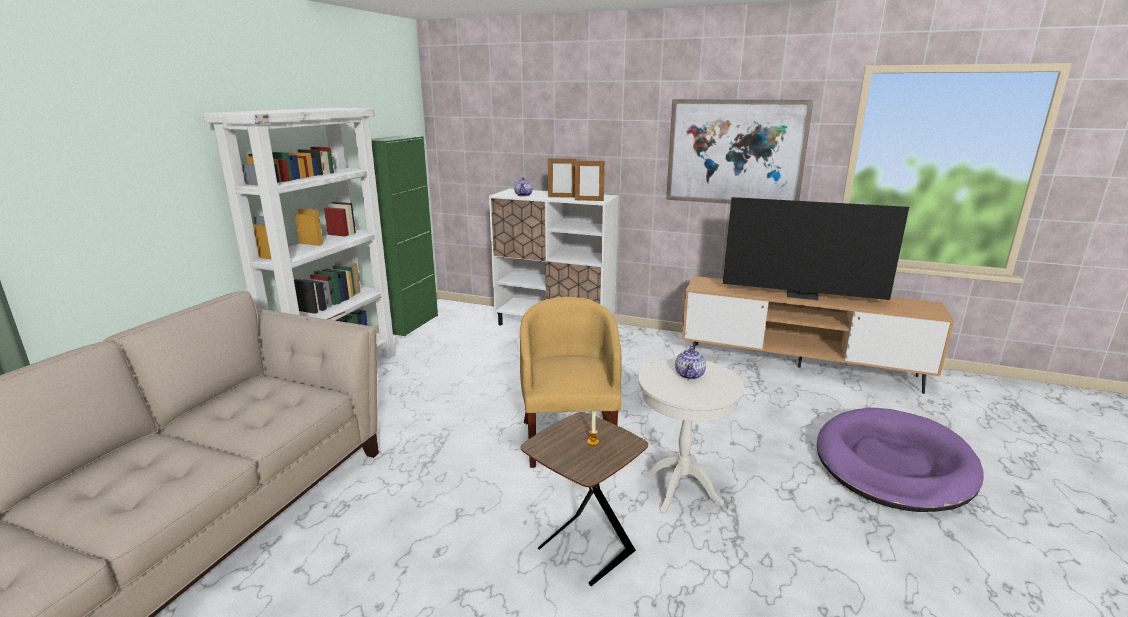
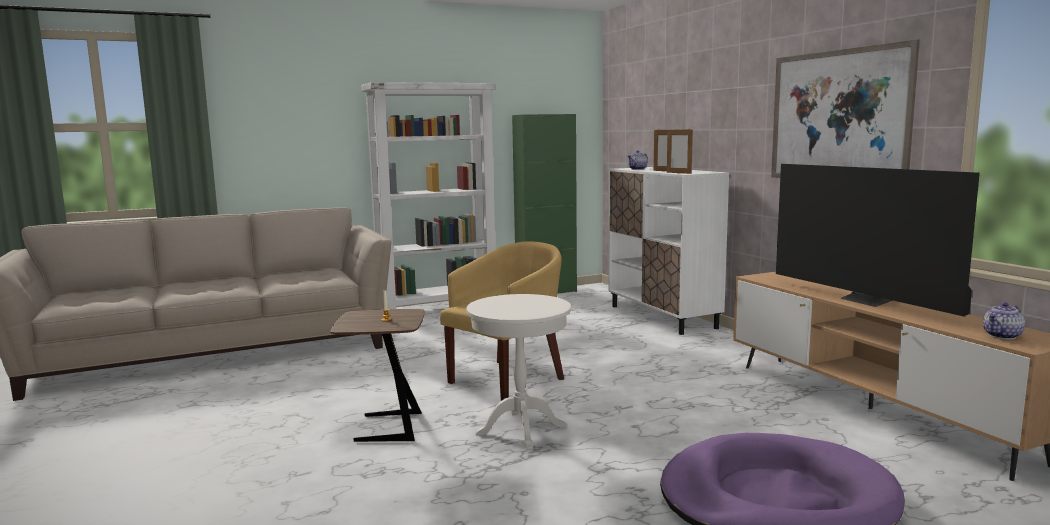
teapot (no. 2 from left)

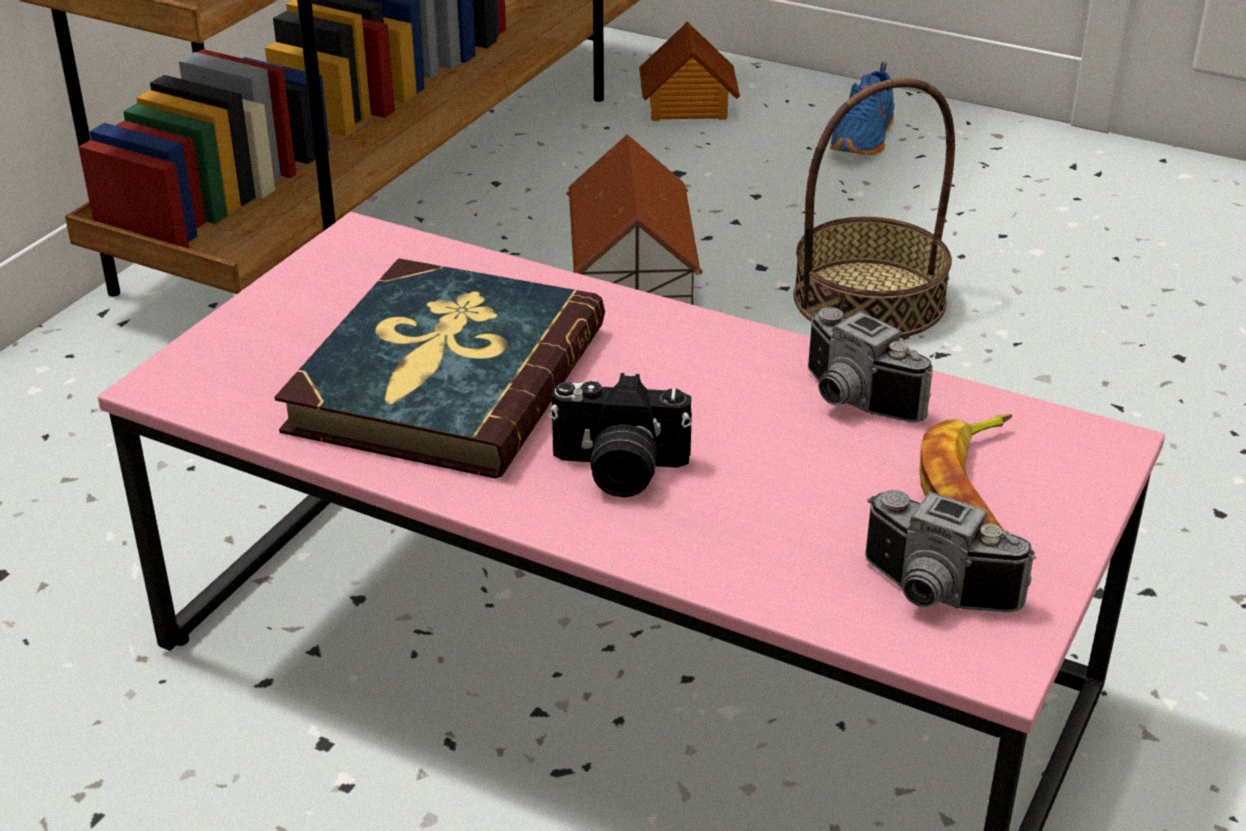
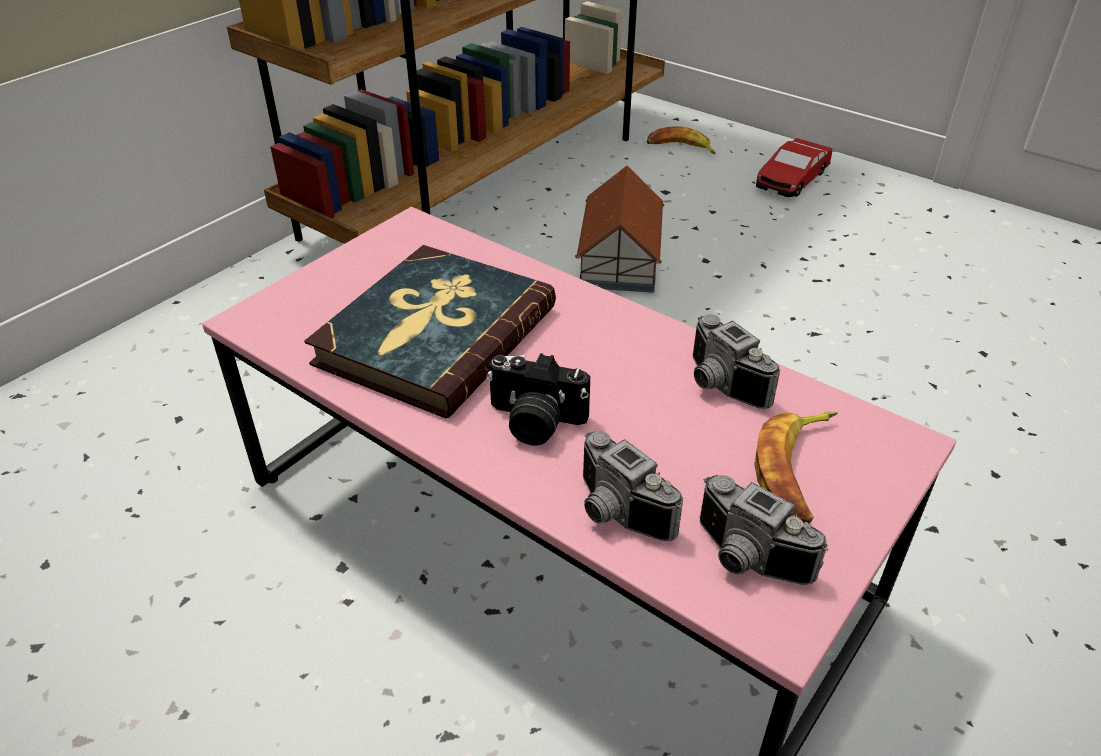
photo camera (no. 2 from left); whole banana (no. 1 from left); miniature car; basket

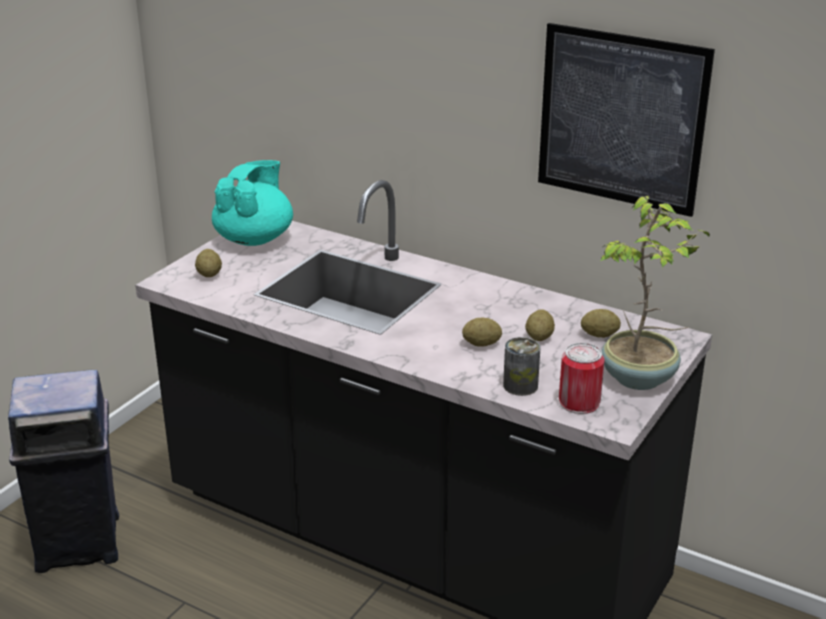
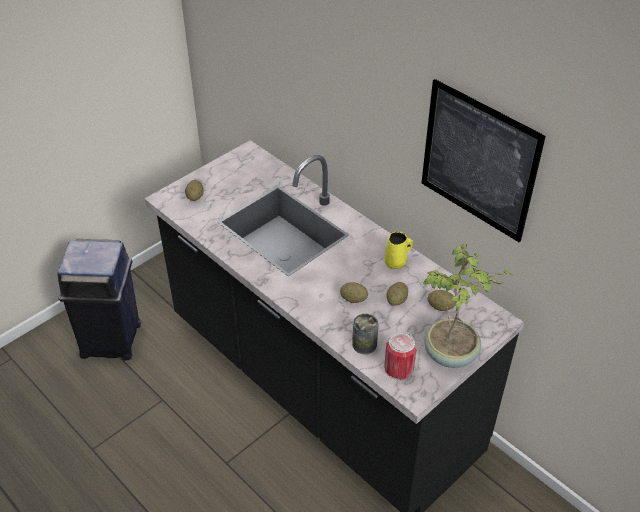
mug in yellow-coloured; teapot in blue-green

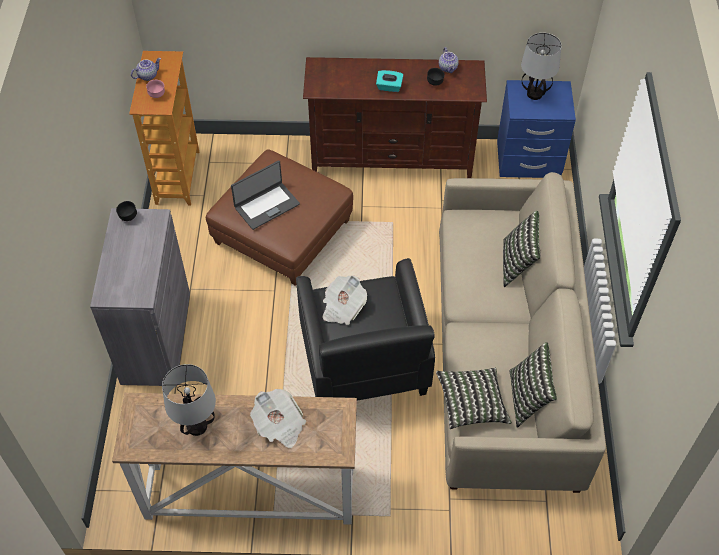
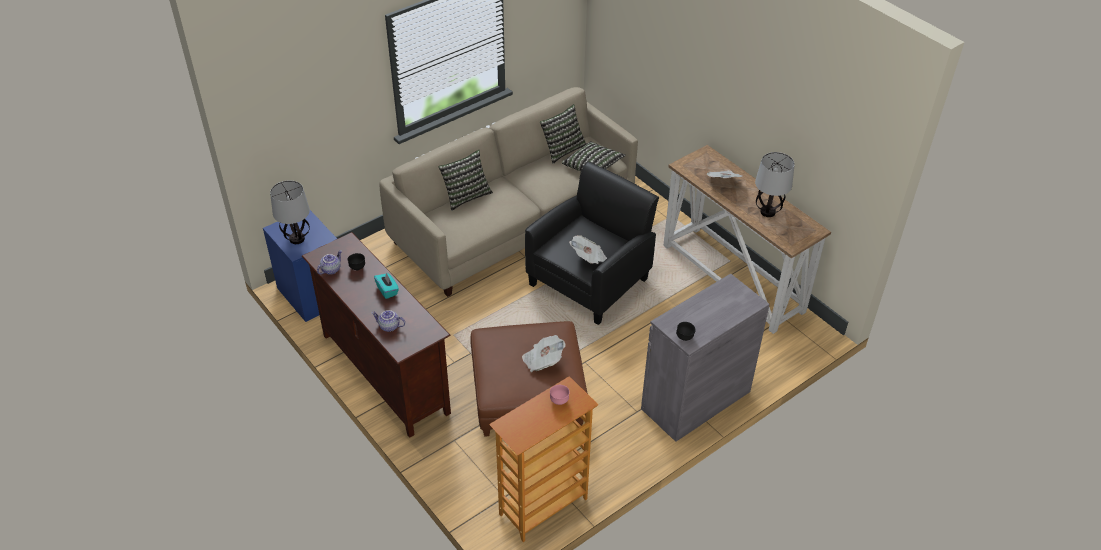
teapot (no. 2 from left); printed paper (no. 1 from left)

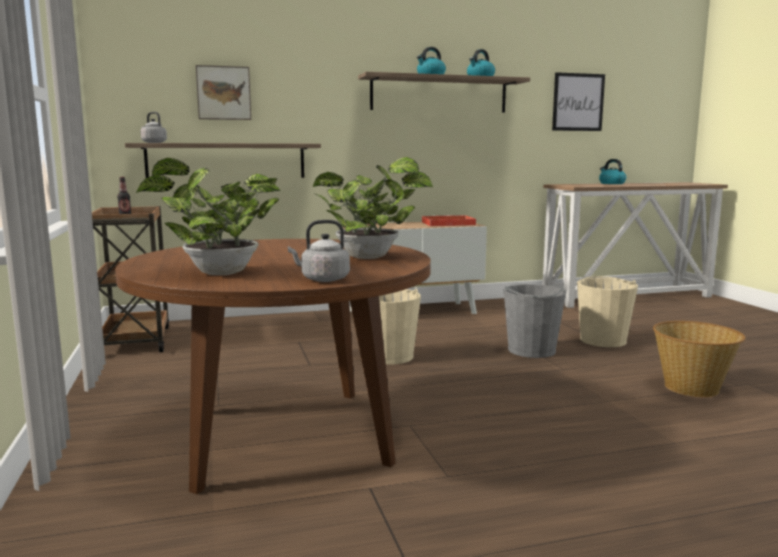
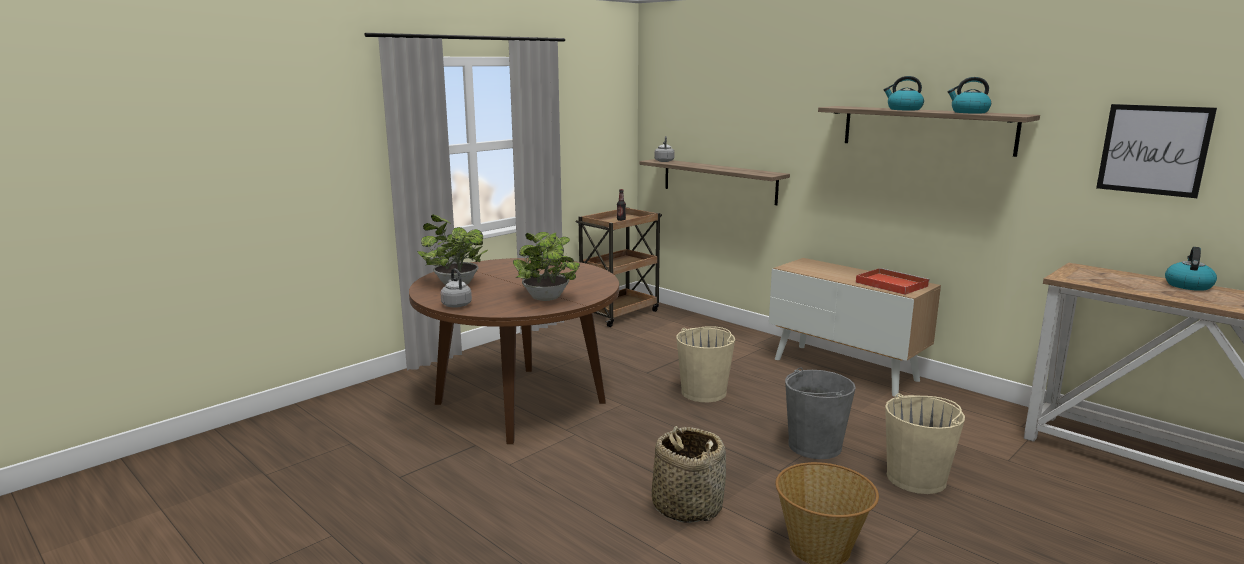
basket (no. 1 from left); wall picture (no. 1 from left in the first image)

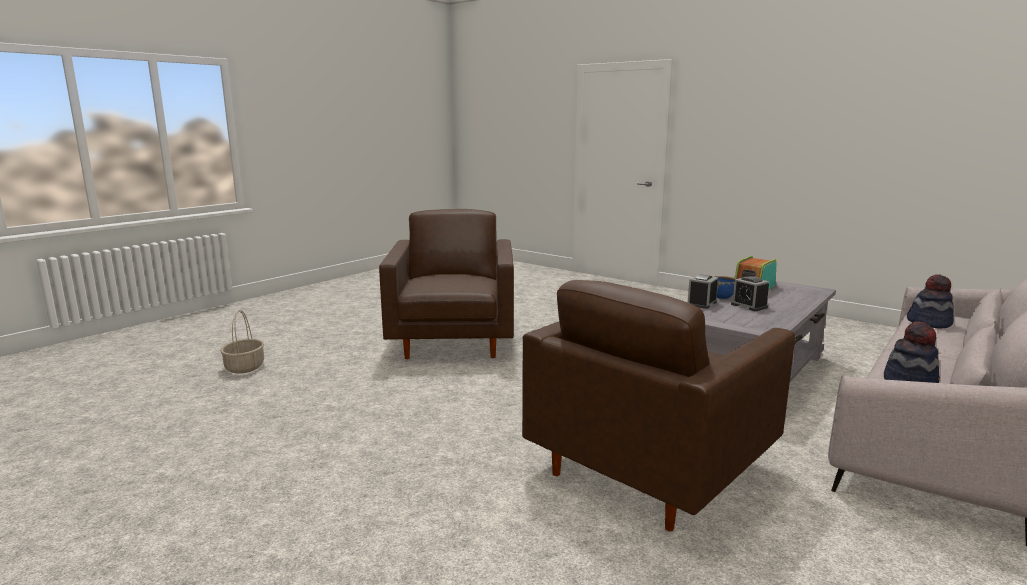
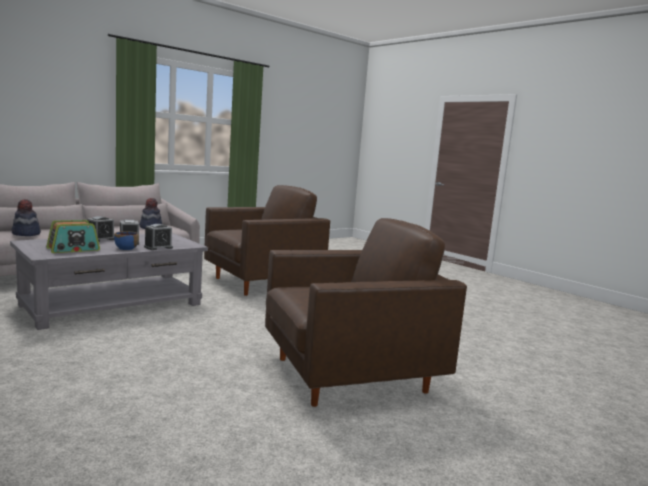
bedside clock (no. 1 from left); easy chair in brown (no. 2 from left); basket

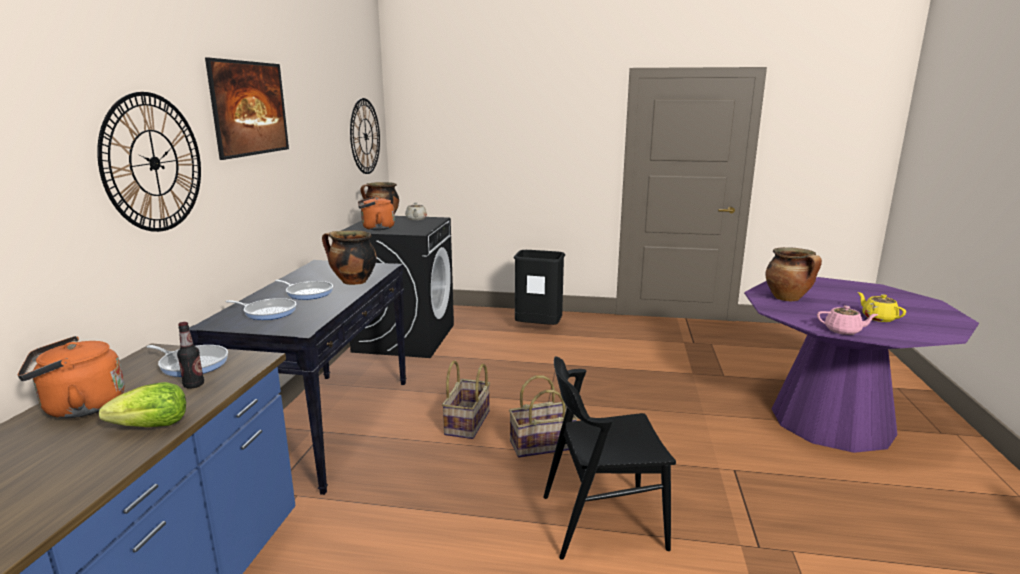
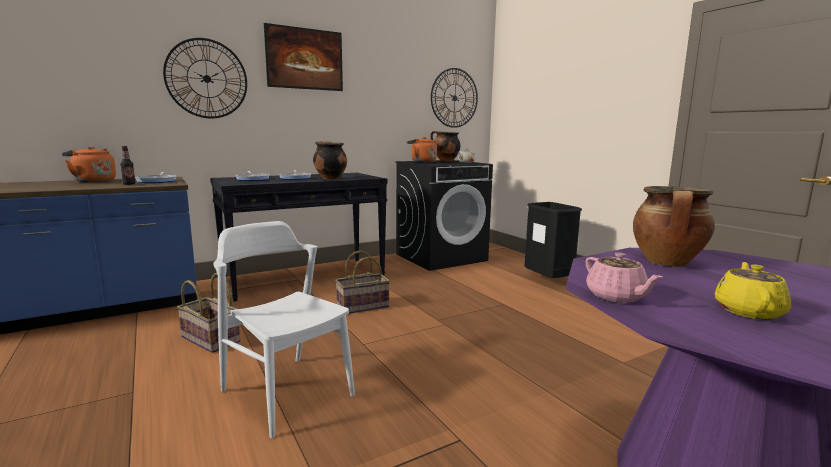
basket (no. 1 from left); plain chair in white; head of lettuce

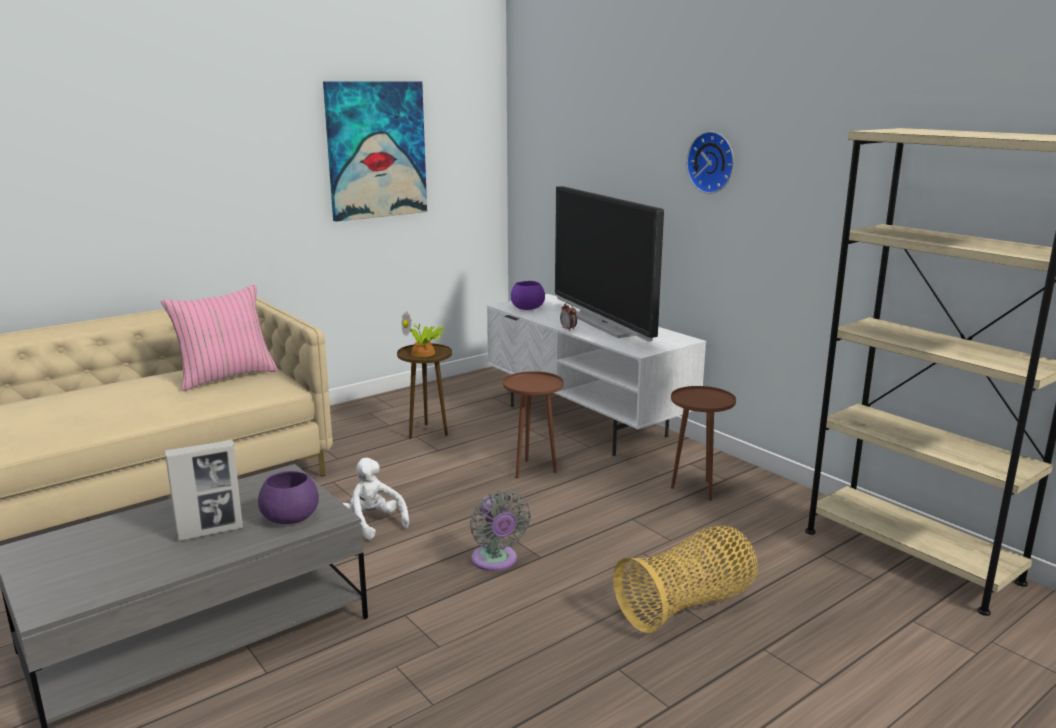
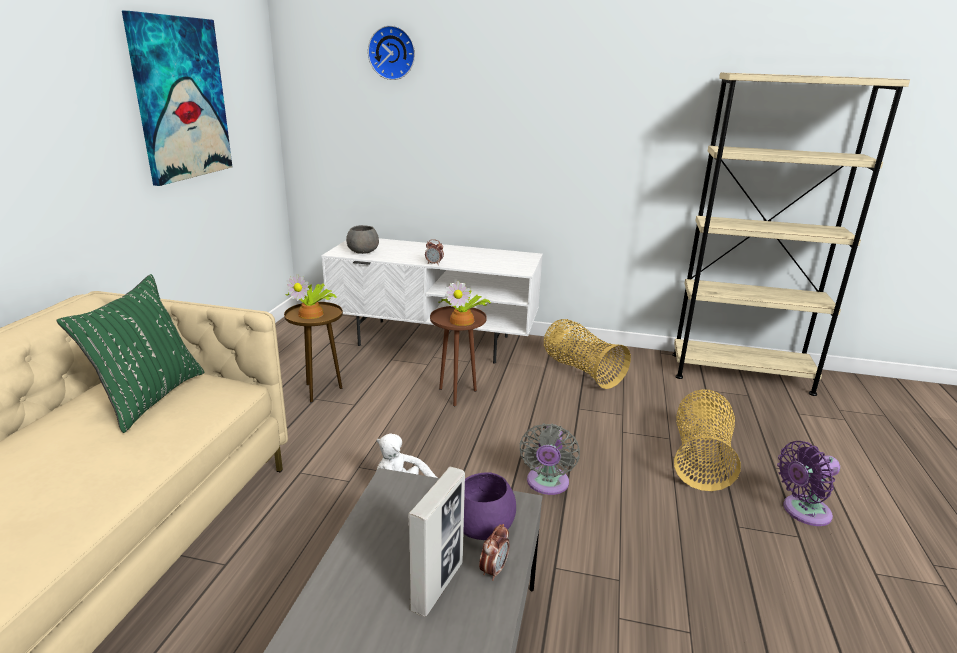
throw pillow in green; bowl in greyish; clock on the wall; houseplant (no. 2 from left); bedside clock (no. 2 from left); electric fan in greyish; basket (no. 1 from left); electric fan in purplish; TV set

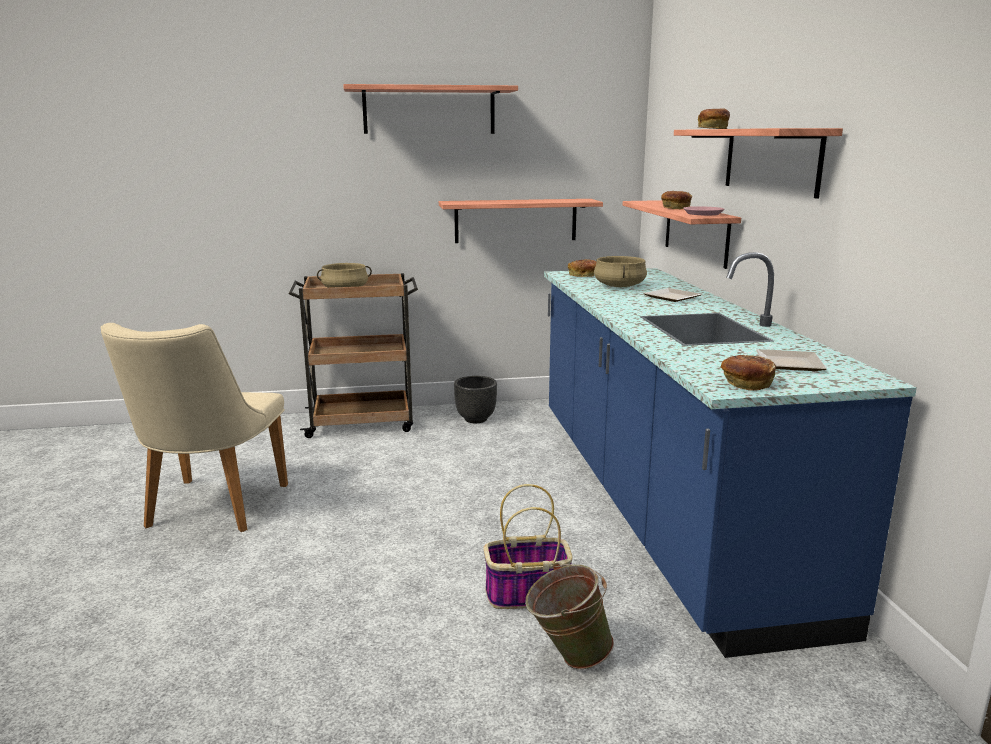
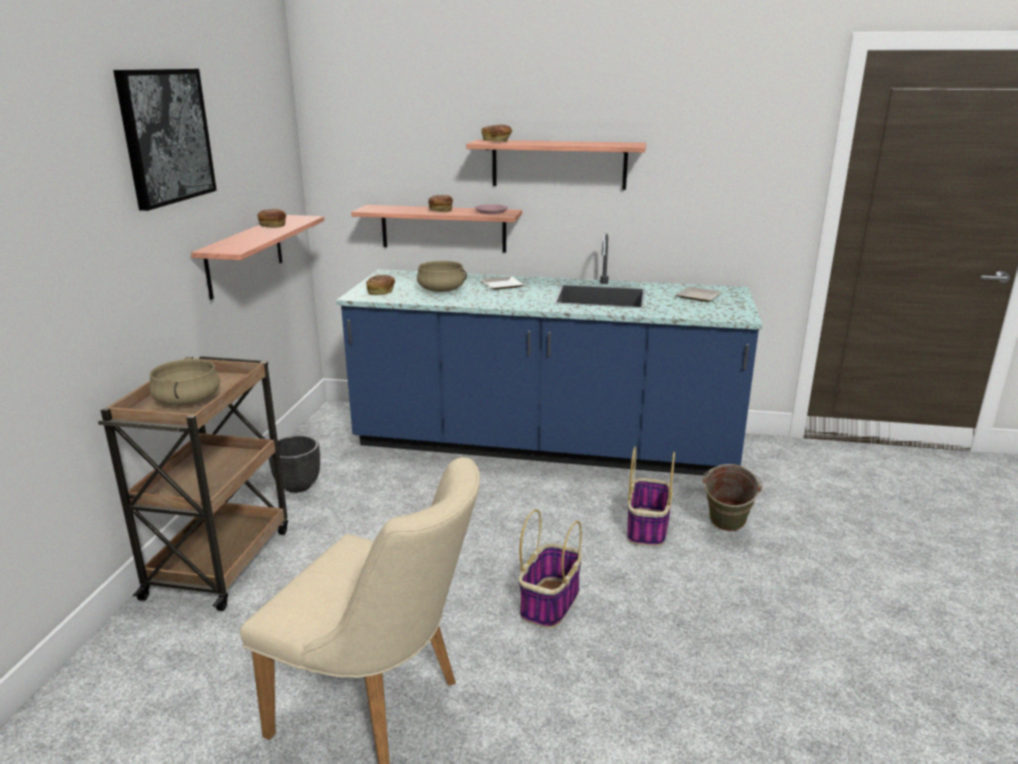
wall picture; bakery bread (no. 1 from left); basket (no. 1 from left)

